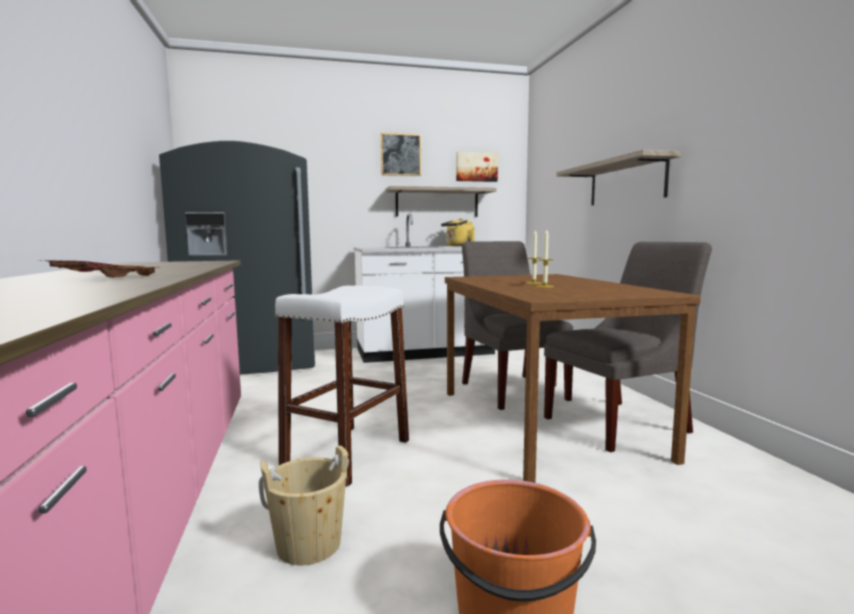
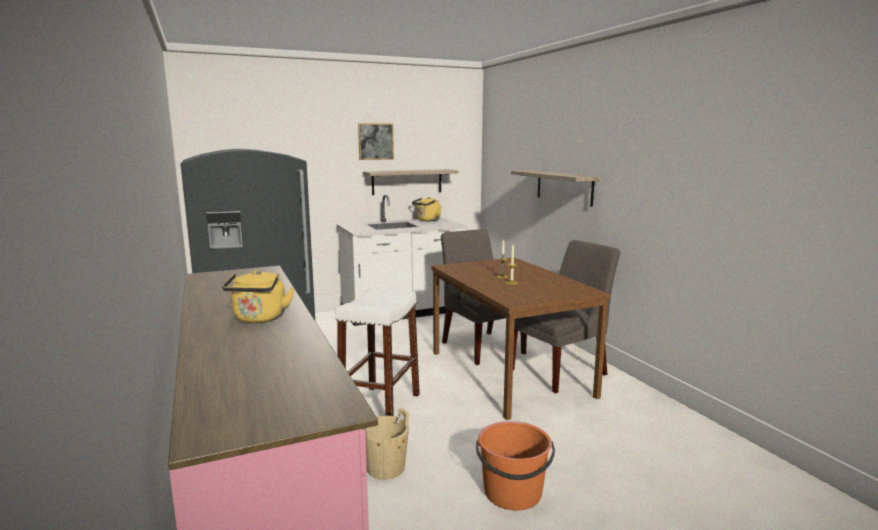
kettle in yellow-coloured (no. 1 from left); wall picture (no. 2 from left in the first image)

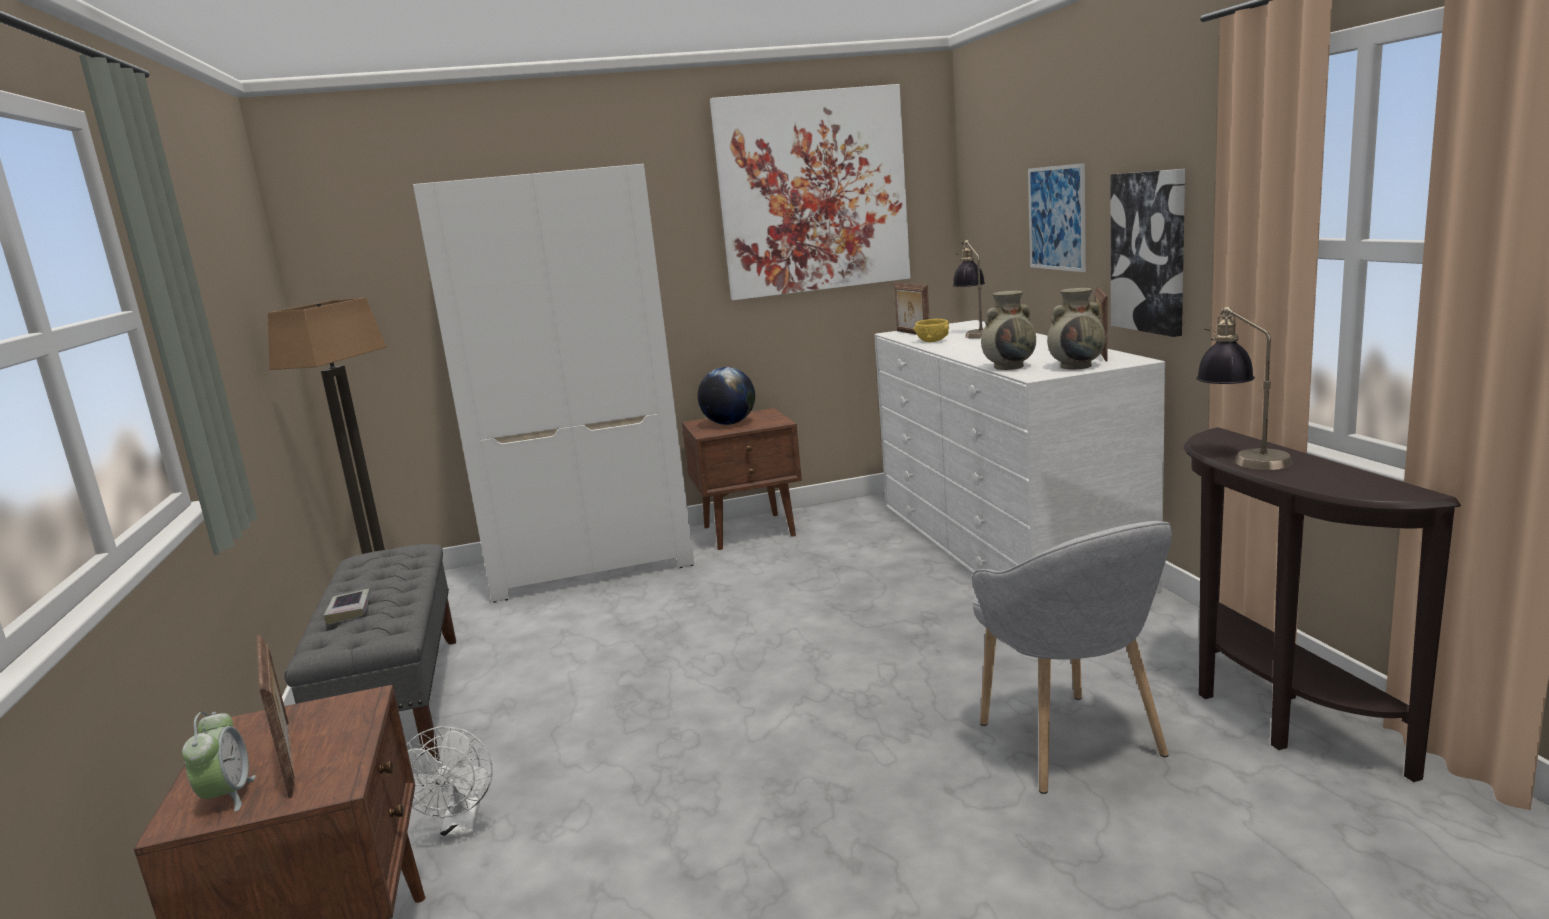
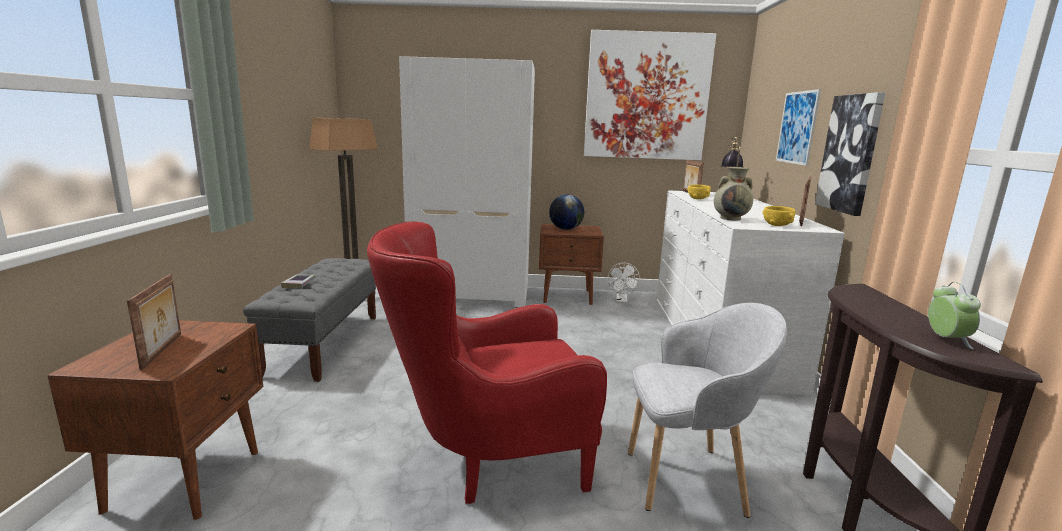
easy chair in reddish; electric fan in white; easy chair in greyish; bowl in yellow-coloured (no. 2 from left); bedside clock; lamp for a table (no. 2 from left in the first image)

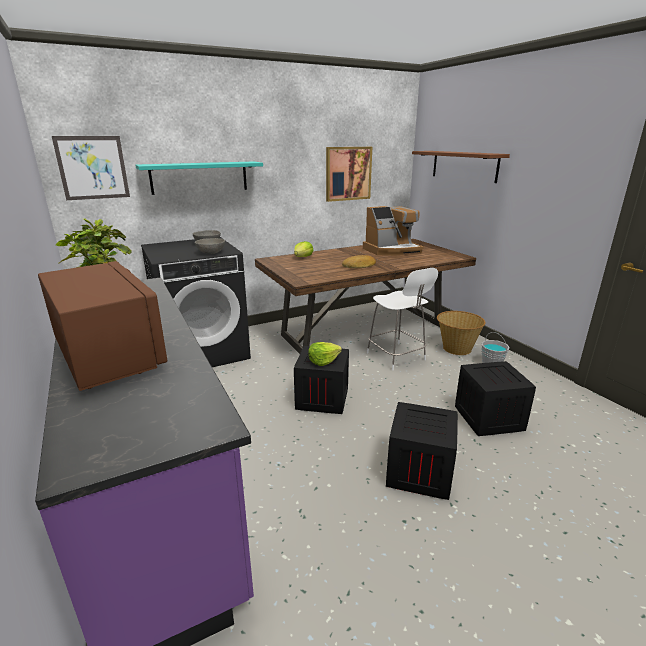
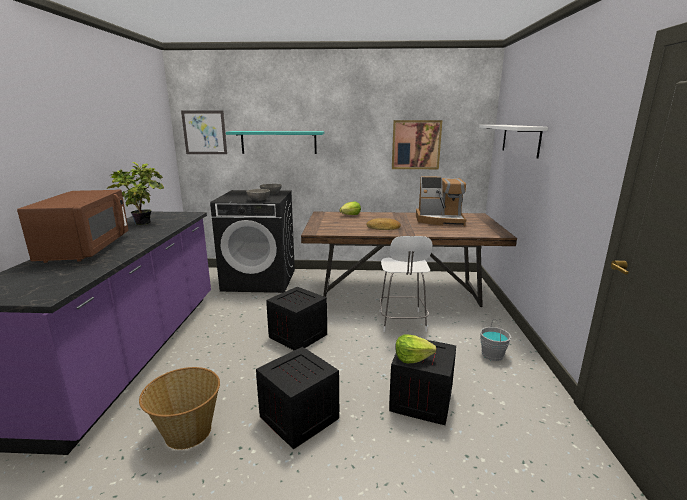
basket; head of lettuce (no. 2 from left); wall shelf in white

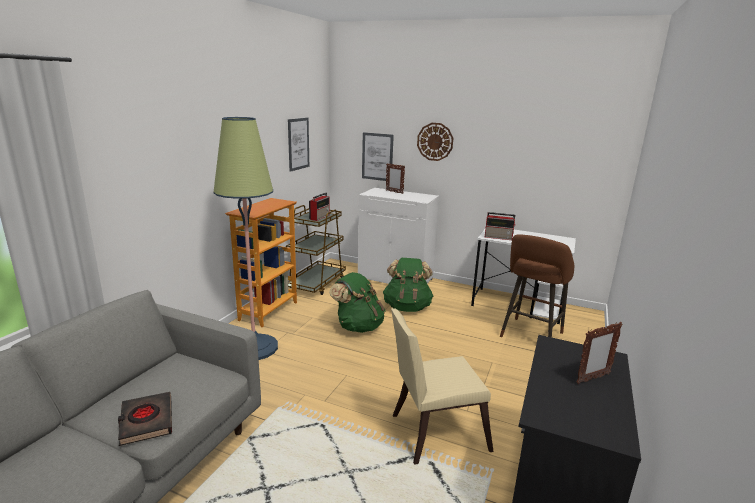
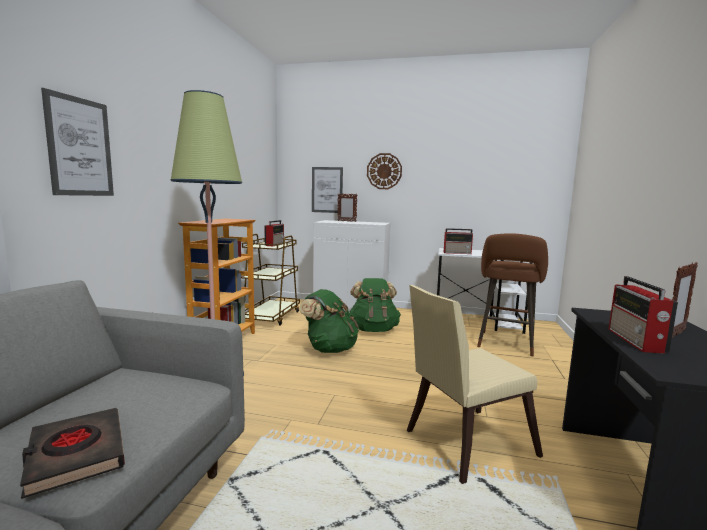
wall picture (no. 1 from left); radio (no. 3 from left)

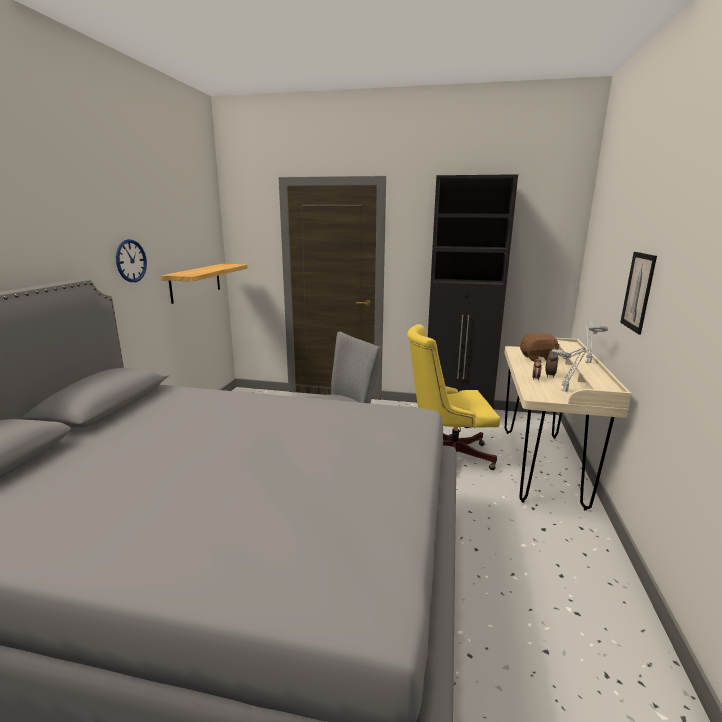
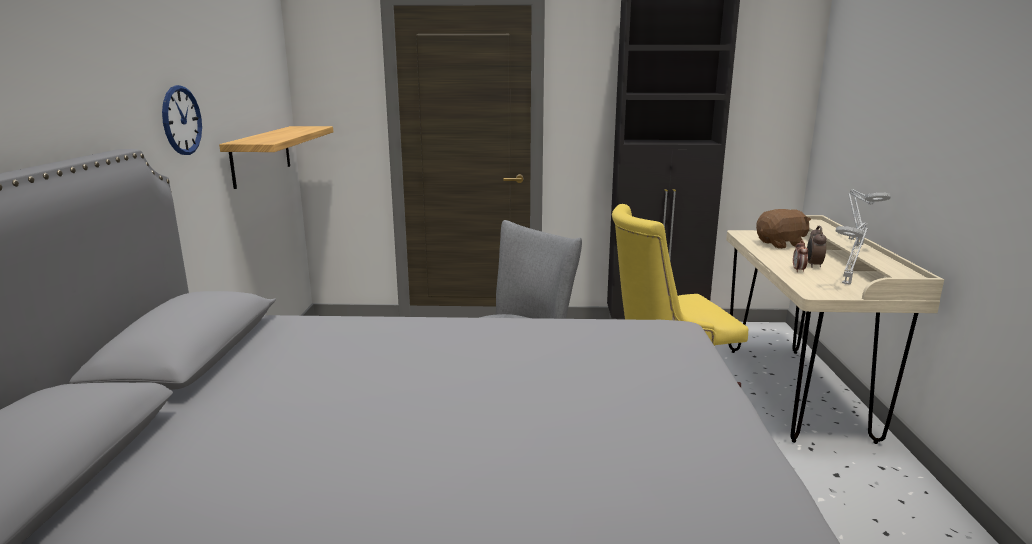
wall picture

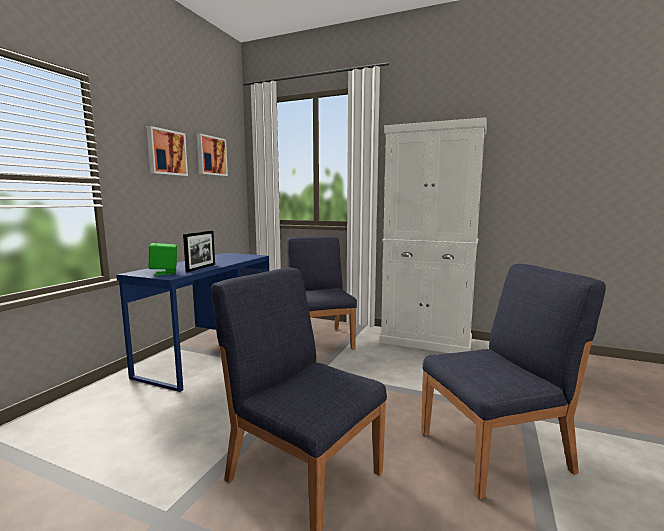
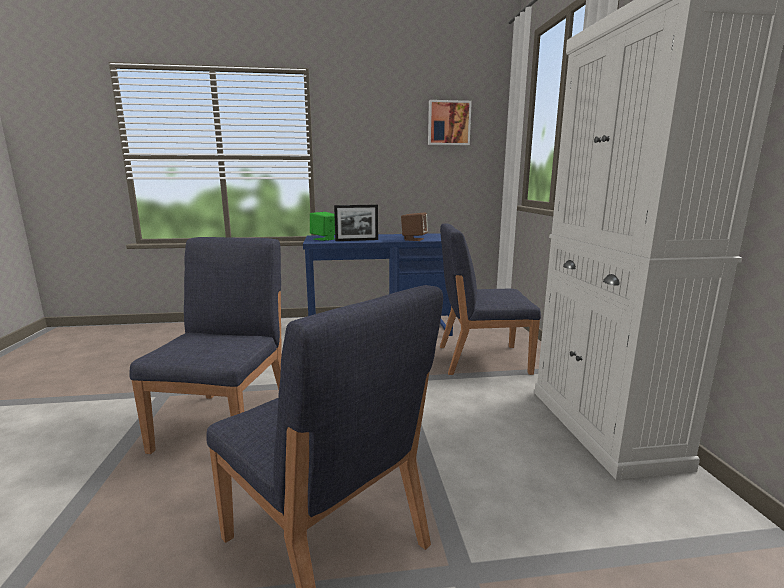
audio speaker in brown; plain chair in bluish (no. 3 from left); wall picture (no. 1 from left in the first image)

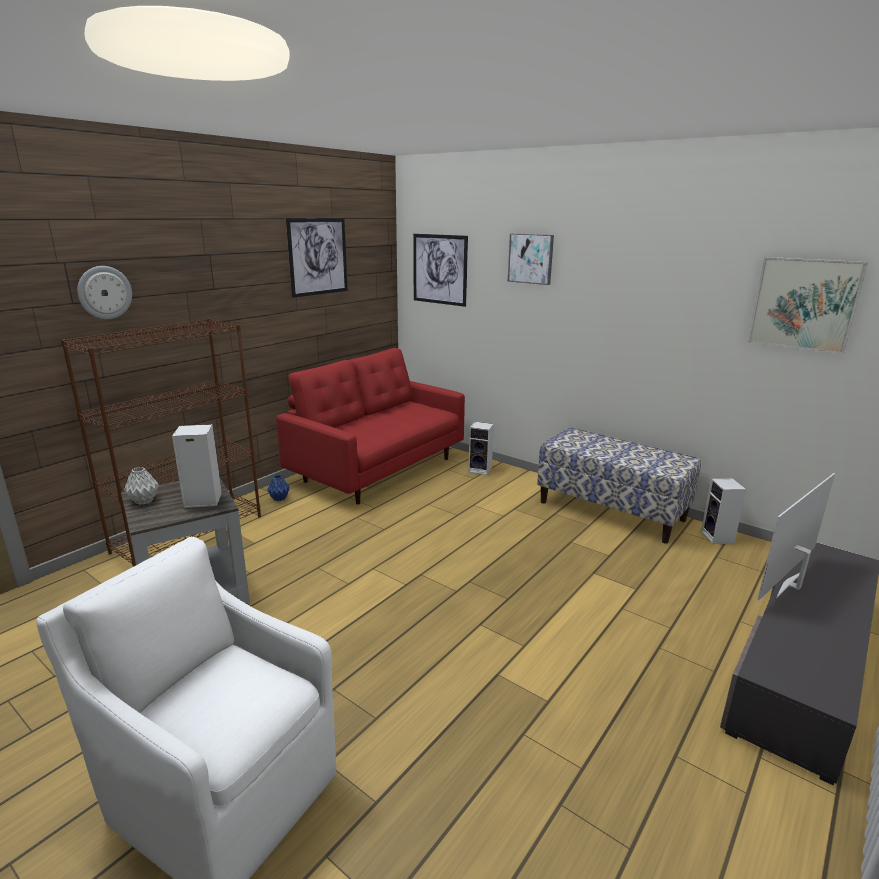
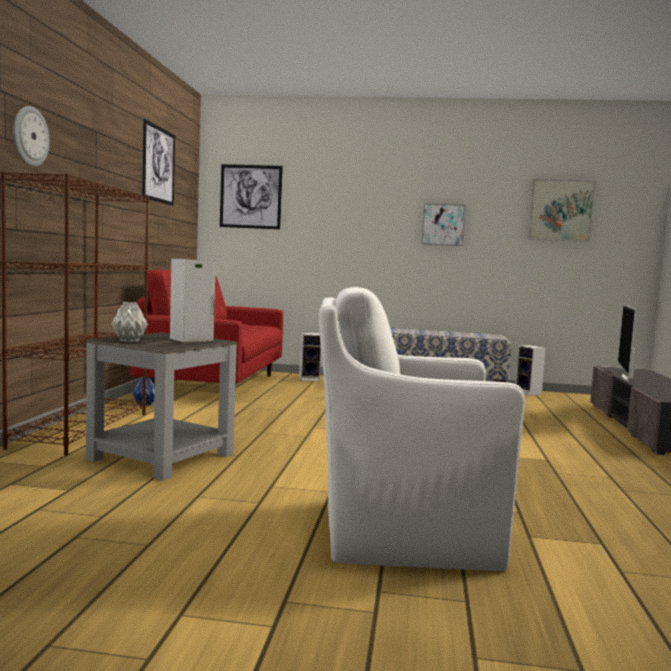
wall picture (no. 3 from left)

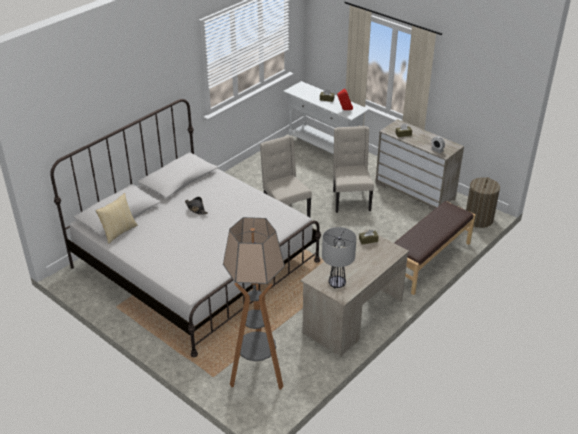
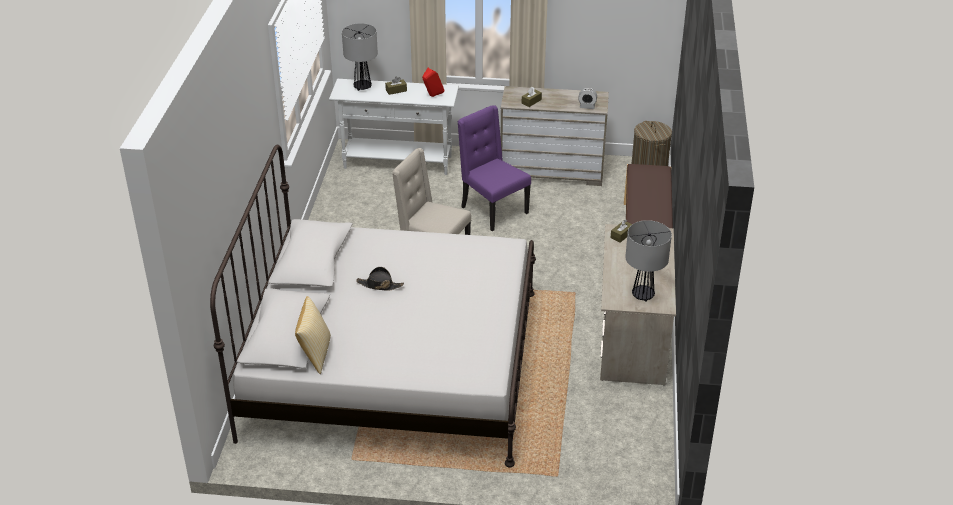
lamp for a table (no. 1 from left); plain chair in purplish; floor lamp

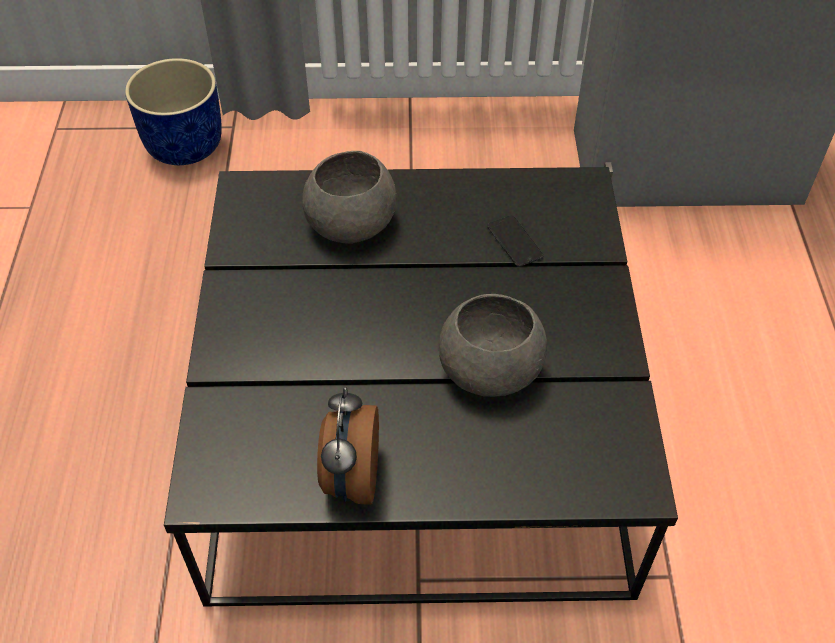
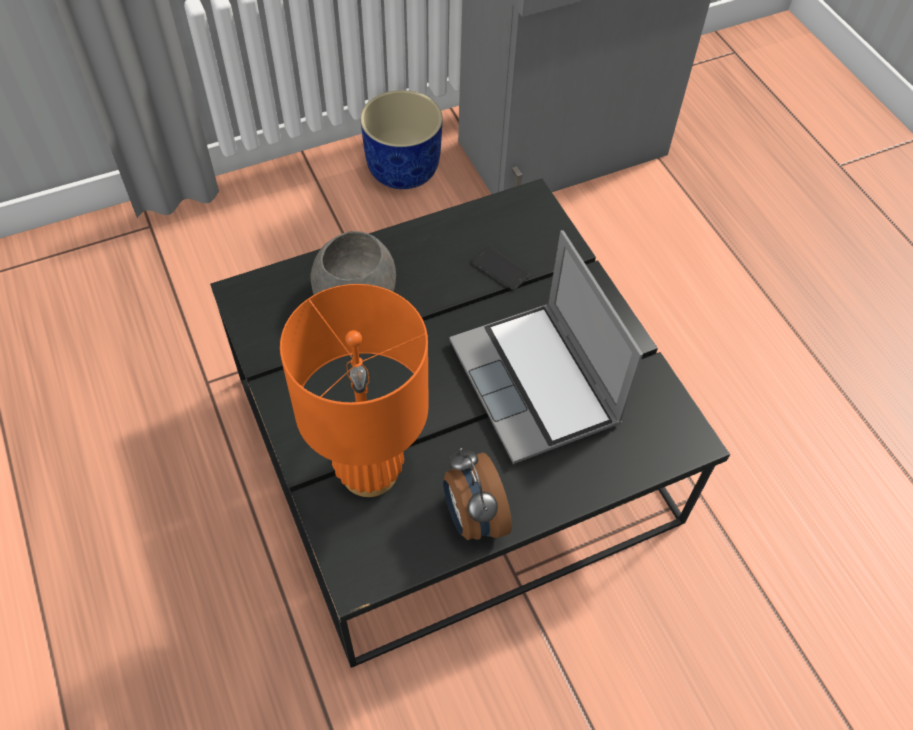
lamp for a table in orange-coloured; planter in bluish; notebook computer

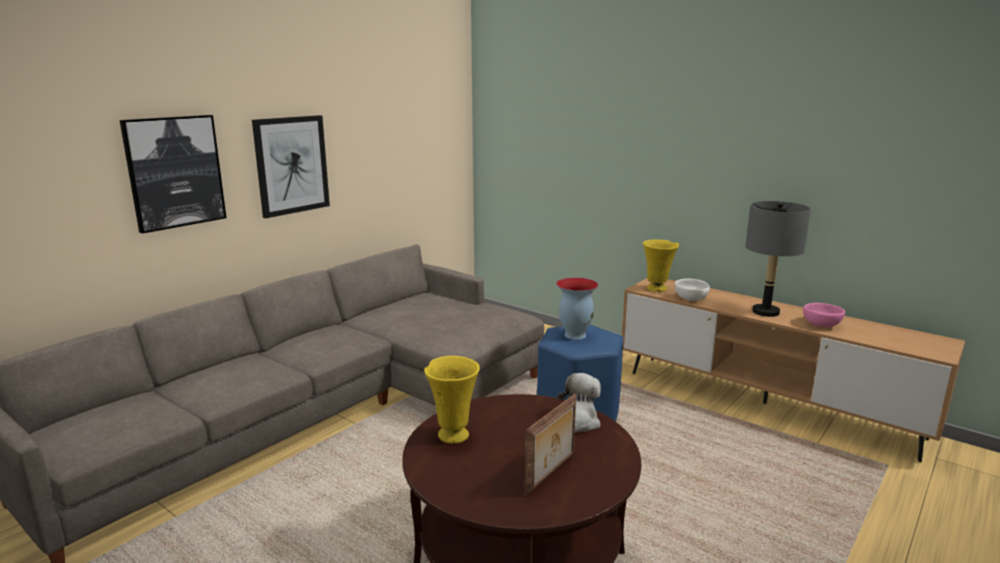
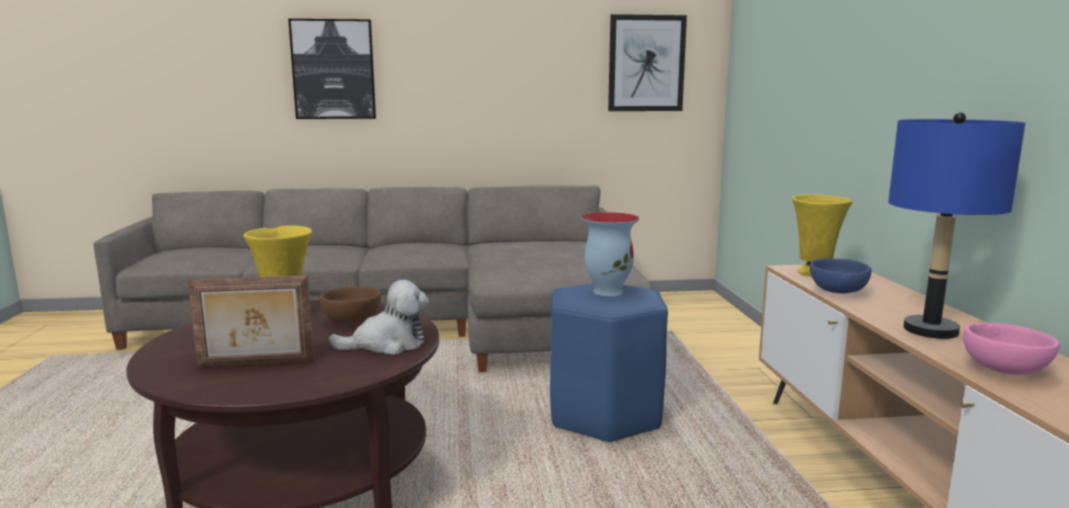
bowl in brown; wall picture (no. 2 from left); bowl in bluish; lamp for a table in bluish

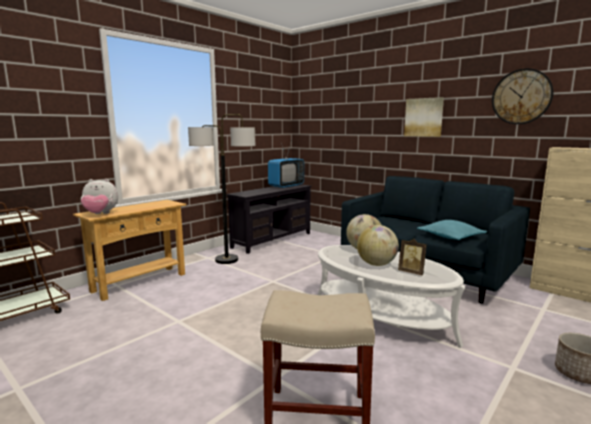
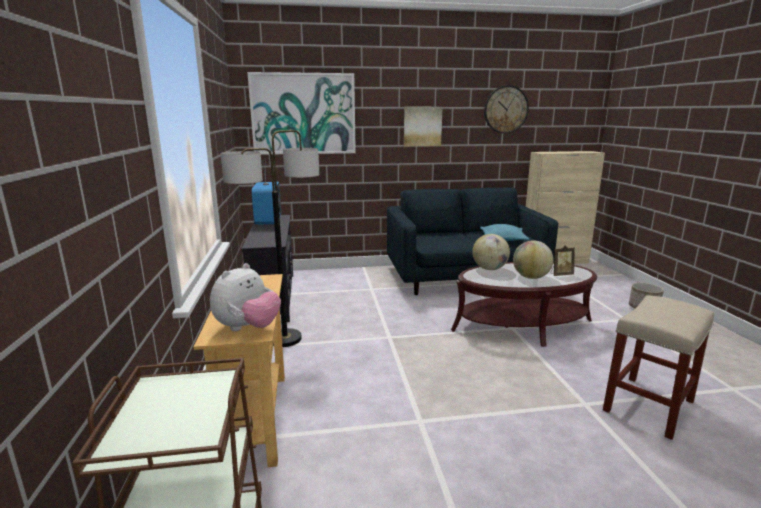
wall picture (no. 1 from left); lounge table in brown

